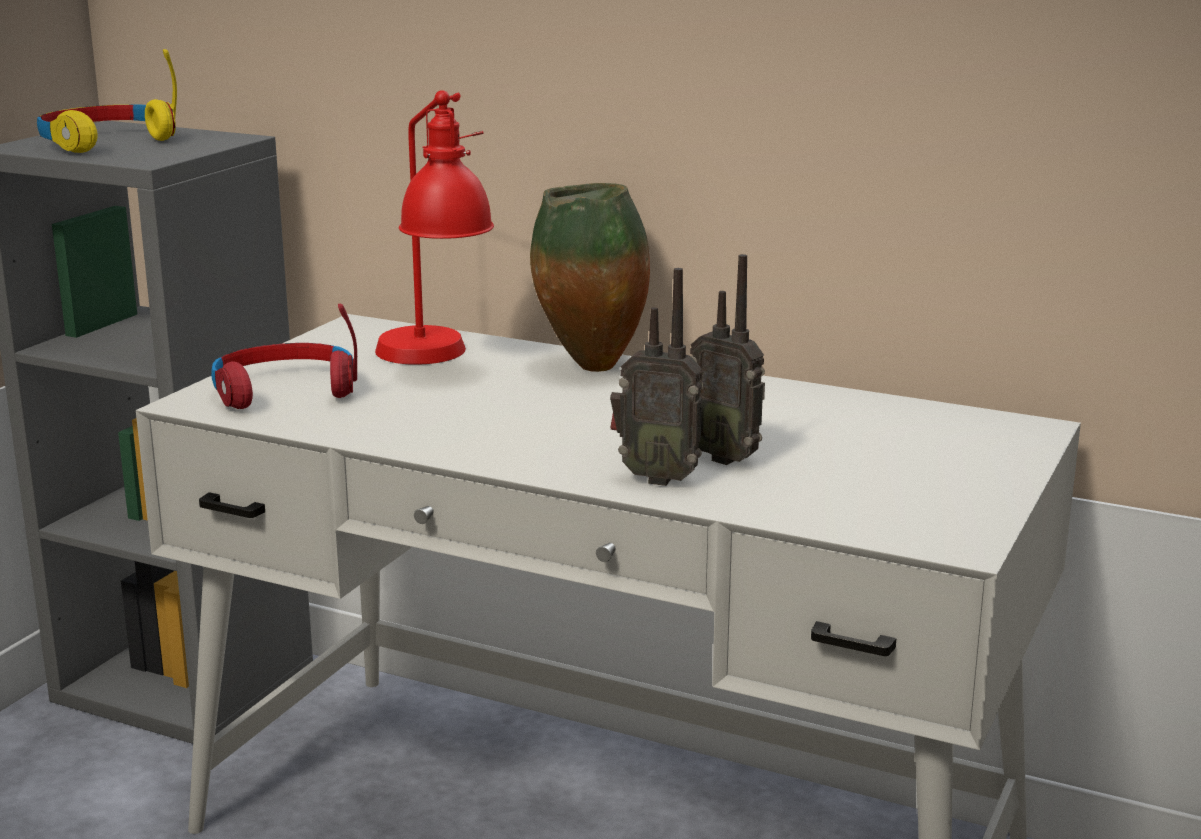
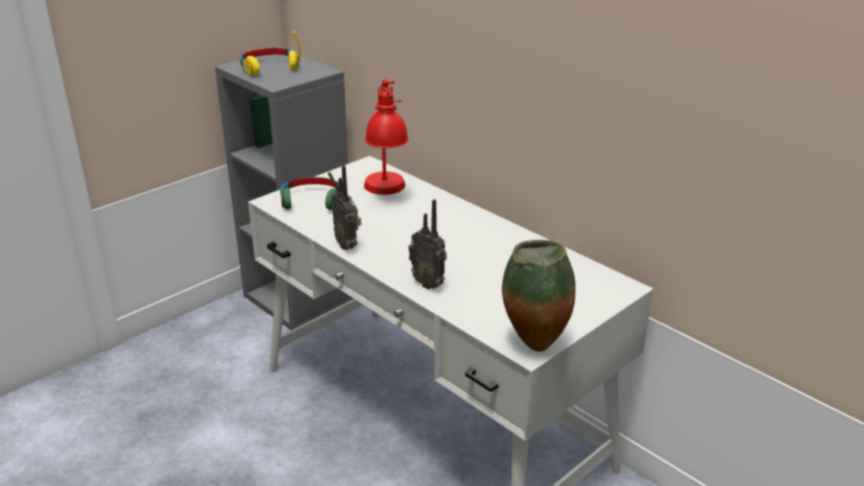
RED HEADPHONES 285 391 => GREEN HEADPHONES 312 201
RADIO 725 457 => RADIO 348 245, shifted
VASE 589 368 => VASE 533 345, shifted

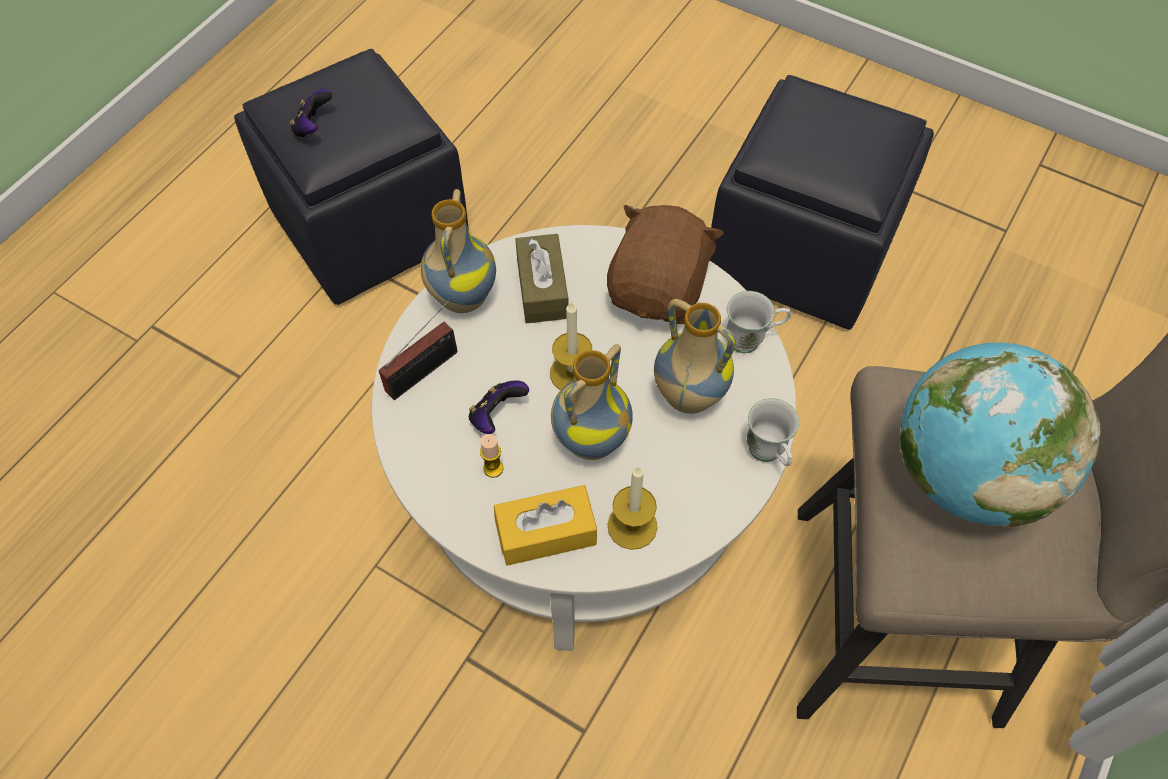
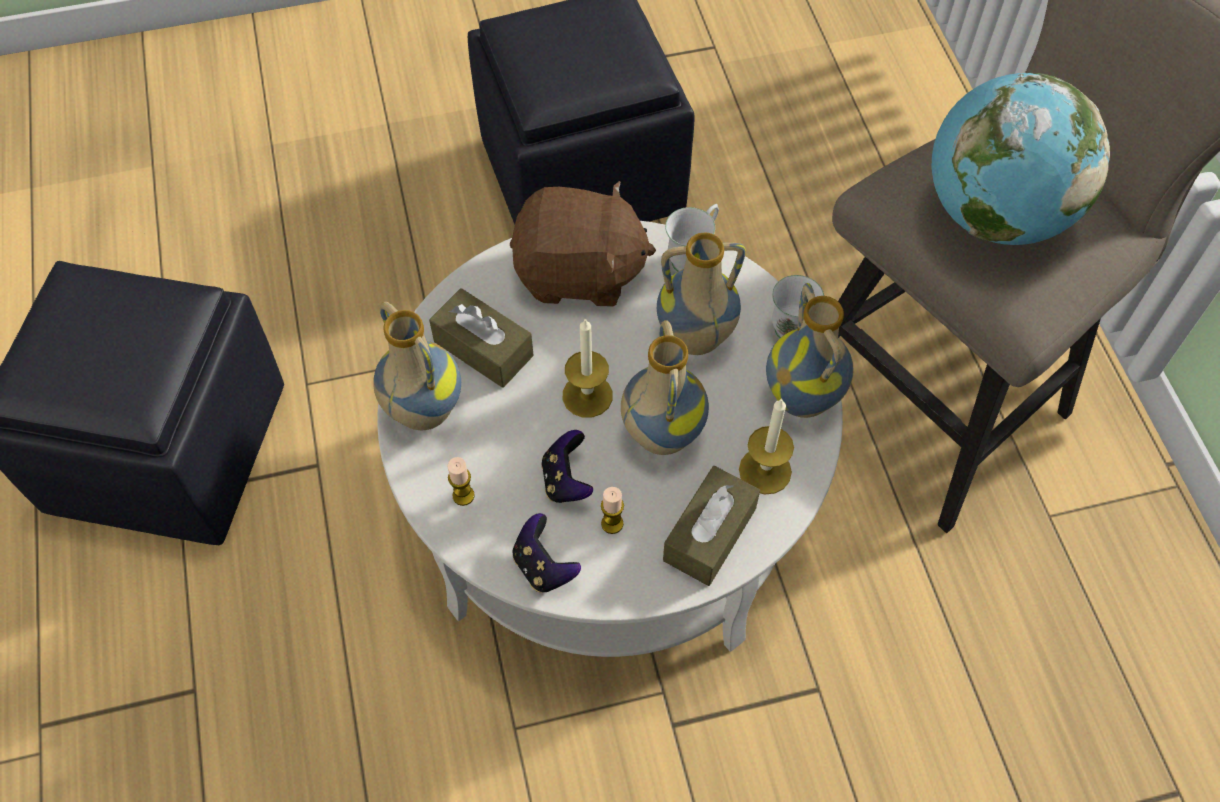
RADIO 426 370 => CANDLE 463 495
BROWN PLUSH TOY 659 290 => BROWN PLUSH TOY 579 273, 120 degrees clockwise
GAME CONTROLLER 313 127 => GAME CONTROLLER 544 566, shifted
YELLOW TISSUE BOX 546 533 => BROWN TISSUE BOX 709 534
nothing => VASE 804 398

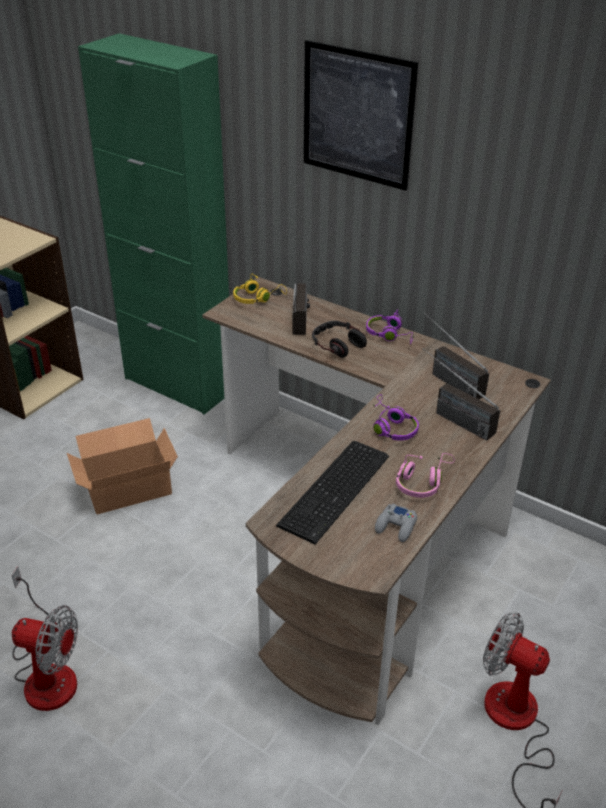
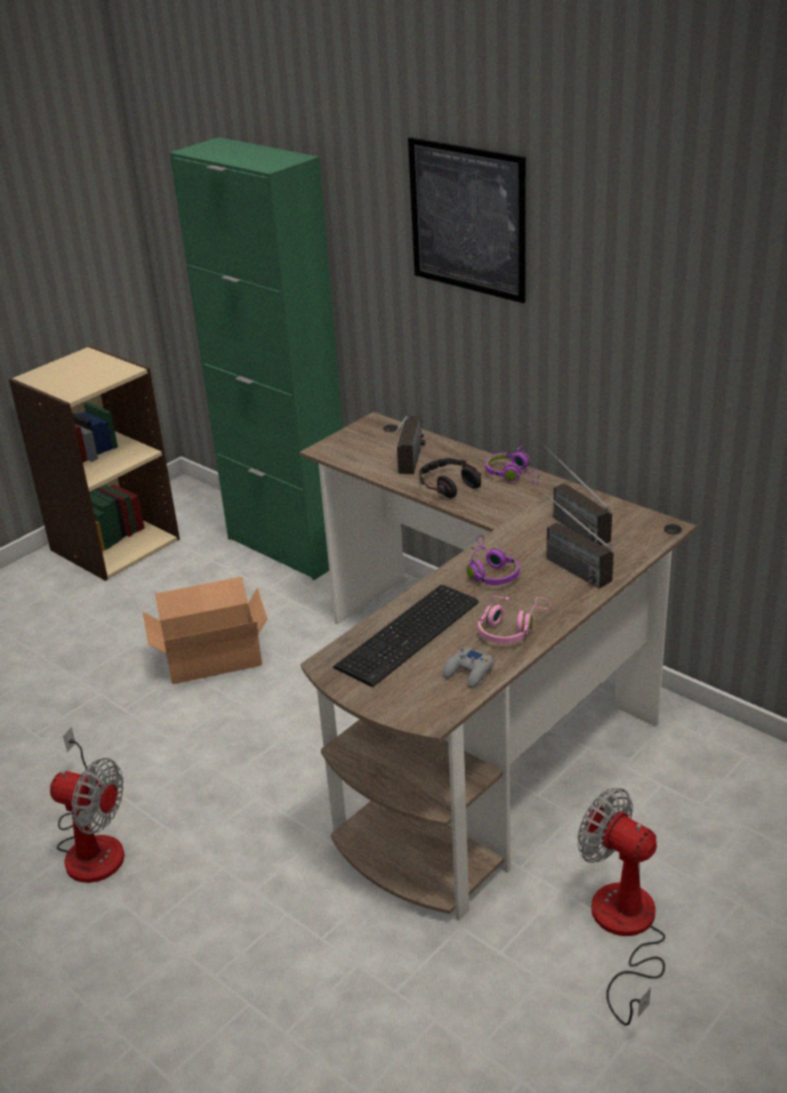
YELLOW HEADPHONES 257 298 => nothing

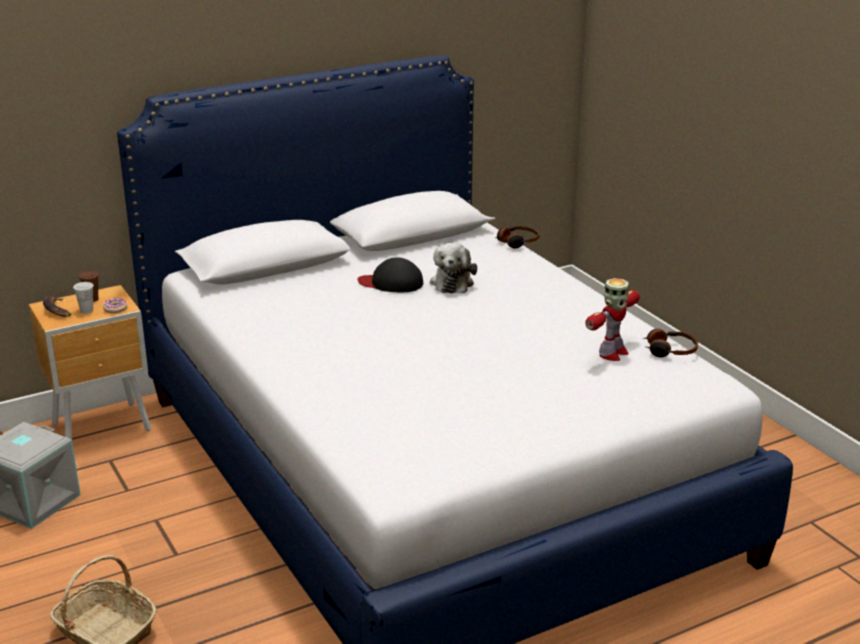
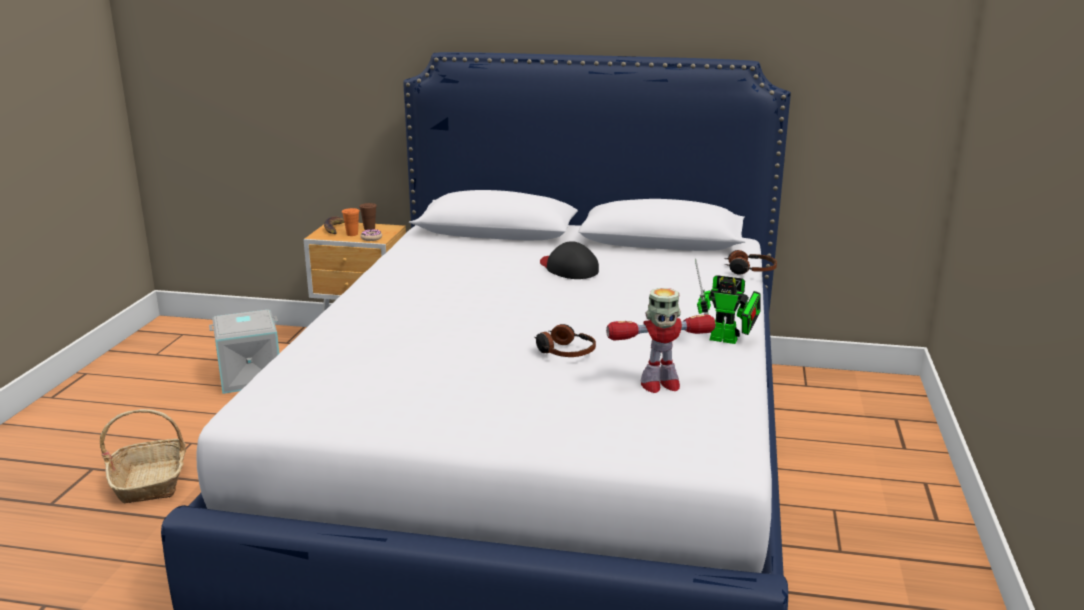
WHITE CUP 86 310 => ORANGE CUP 352 234
HEADPHONES 669 350 => HEADPHONES 564 351, shifted
nothing => TOY ROBOT 728 340
PLUSH TOY 452 282 => nothing

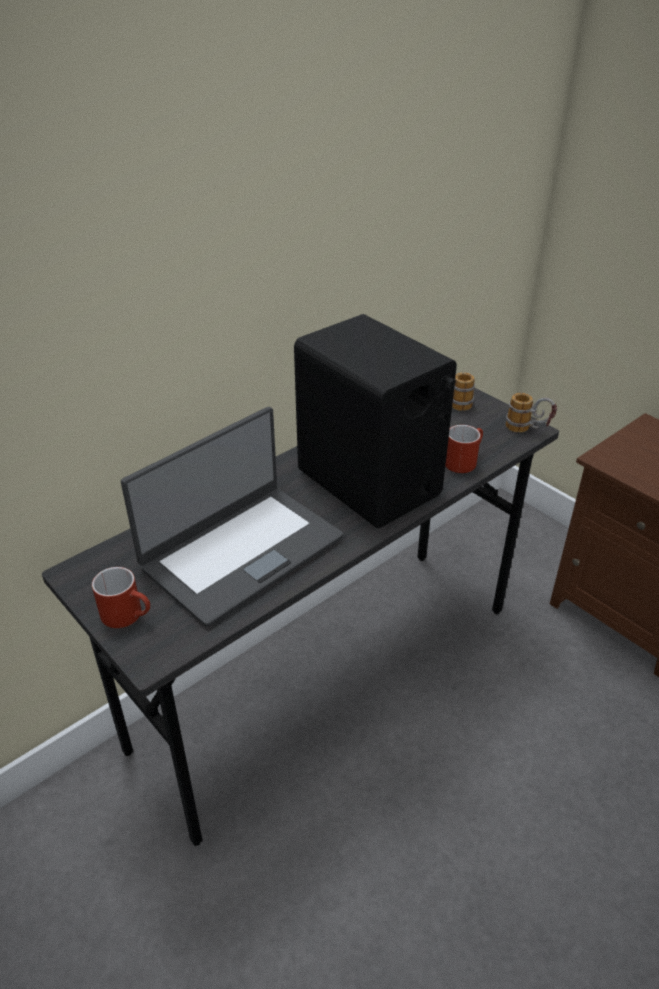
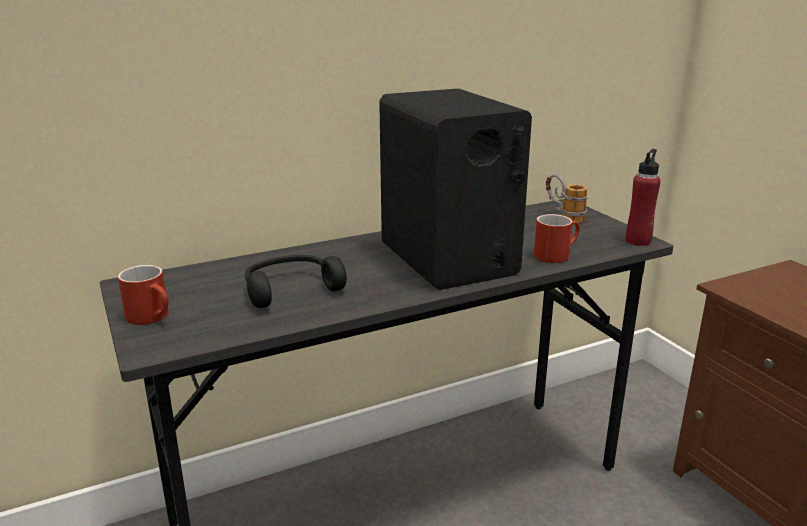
LAPTOP 241 551 => BLACK HEADPHONES 290 289
MUG 528 429 => RED BOTTLE 638 241

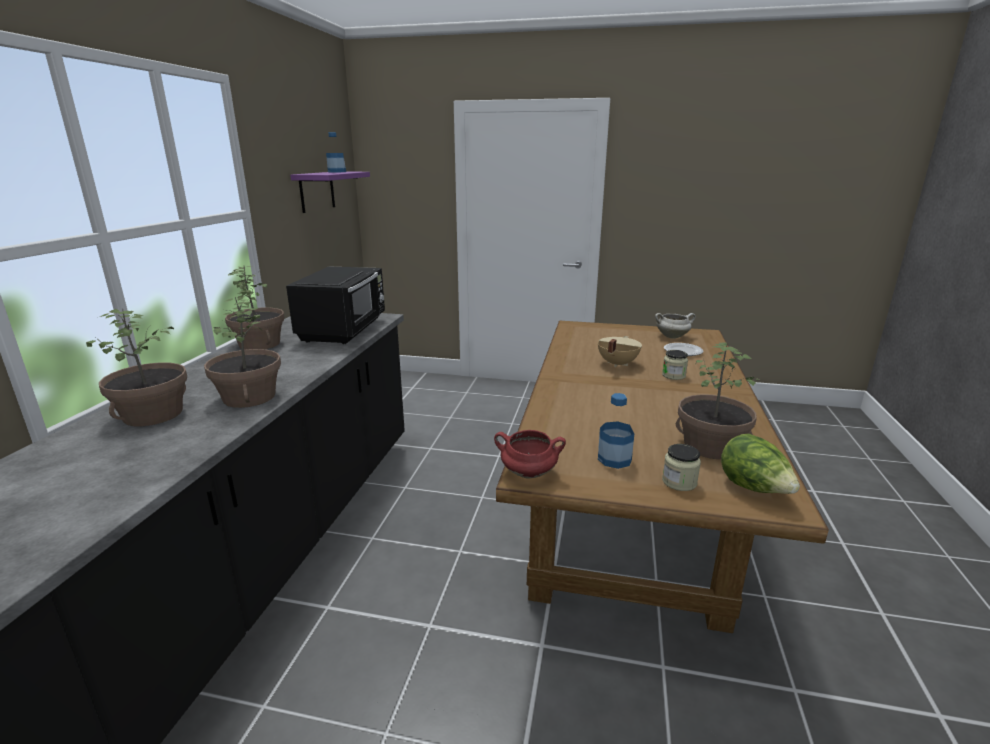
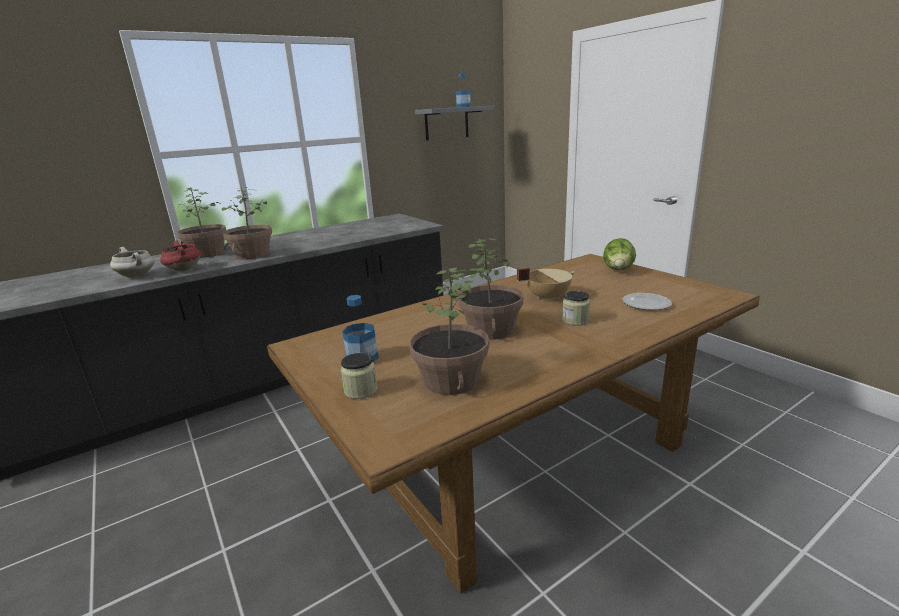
WHITE COOKING POT 672 337 => WHITE COOKING POT 137 276, shifted
RED COOKING POT 528 473 => RED COOKING POT 183 270, shifted
PURPLE SHELF 317 191 => GREY SHELF 446 123
POTTED PLANT 260 344 => POTTED PLANT 492 329, shifted
LETTUCE 754 489 => LETTUCE 618 271, shifted
BLACK MICROWAVE 344 330 => nothing

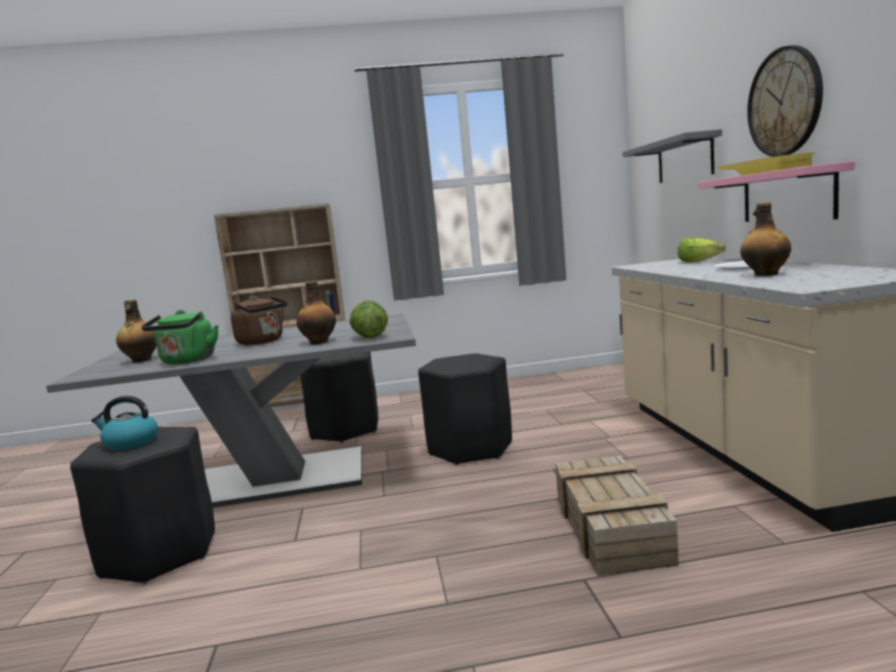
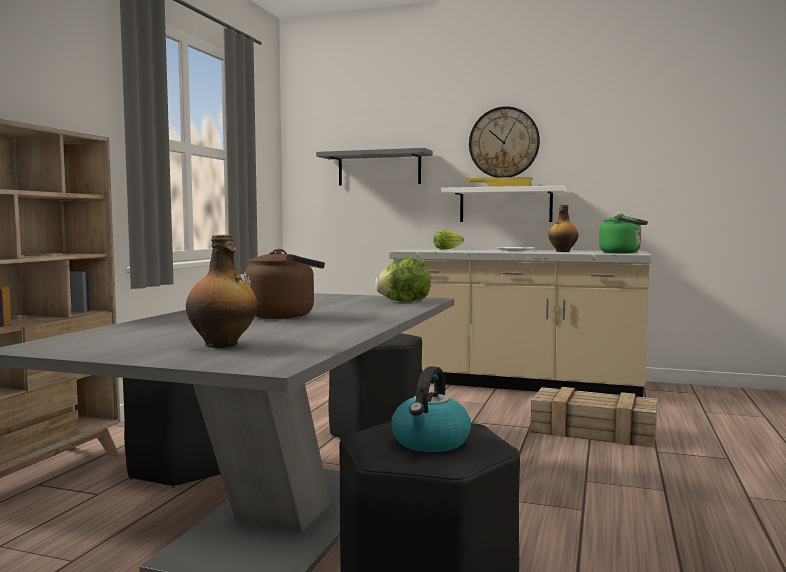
PINK SHELF 787 195 => WHITE SHELF 505 205
GREEN KETTLE 187 361 => GREEN KETTLE 622 252, shifted
BOTTLE 320 342 => nothing

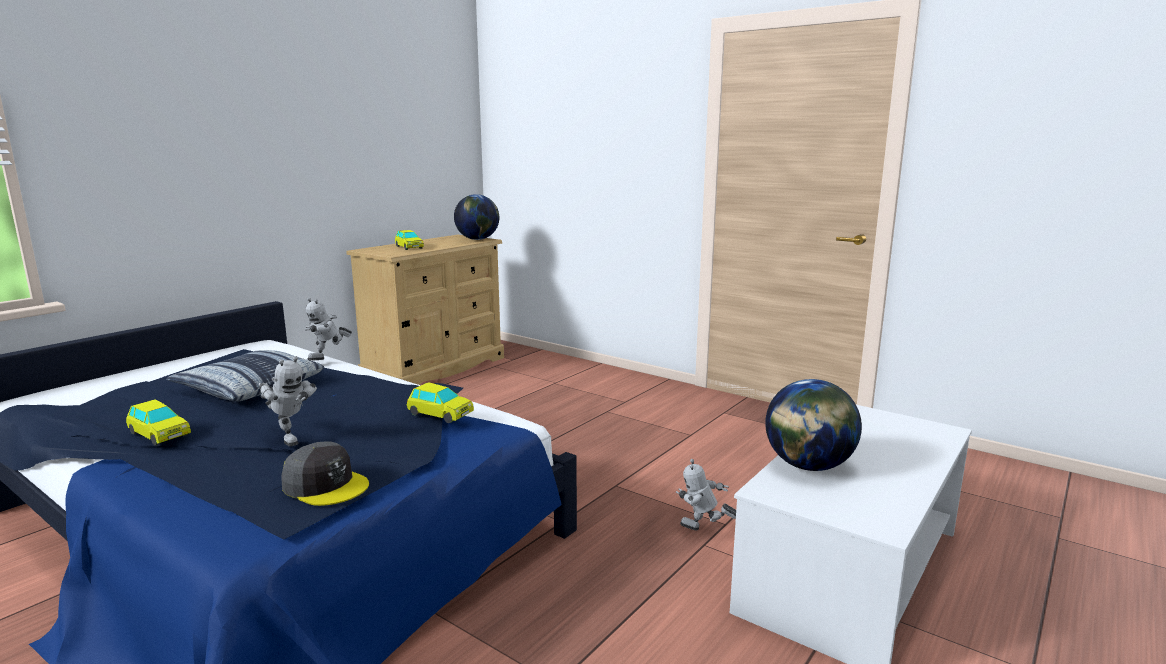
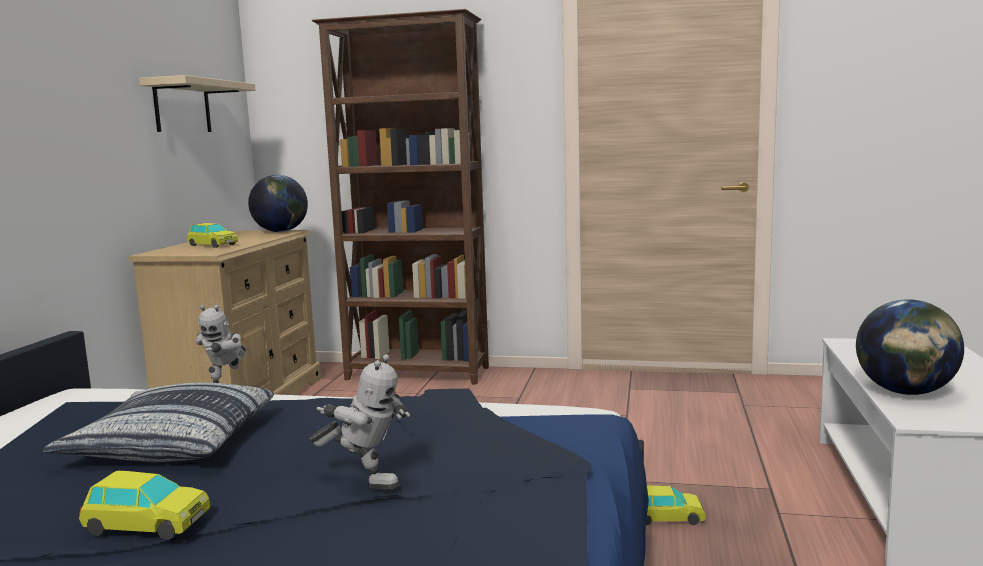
nothing => BEIGE SHELF 182 107
nothing => BROWN BOOKCASE 418 374
TOY CAR 440 414 => TOY CAR 668 517, shifted
GREY CAP 326 485 => nothing
TOY ROBOT 703 532 => nothing

